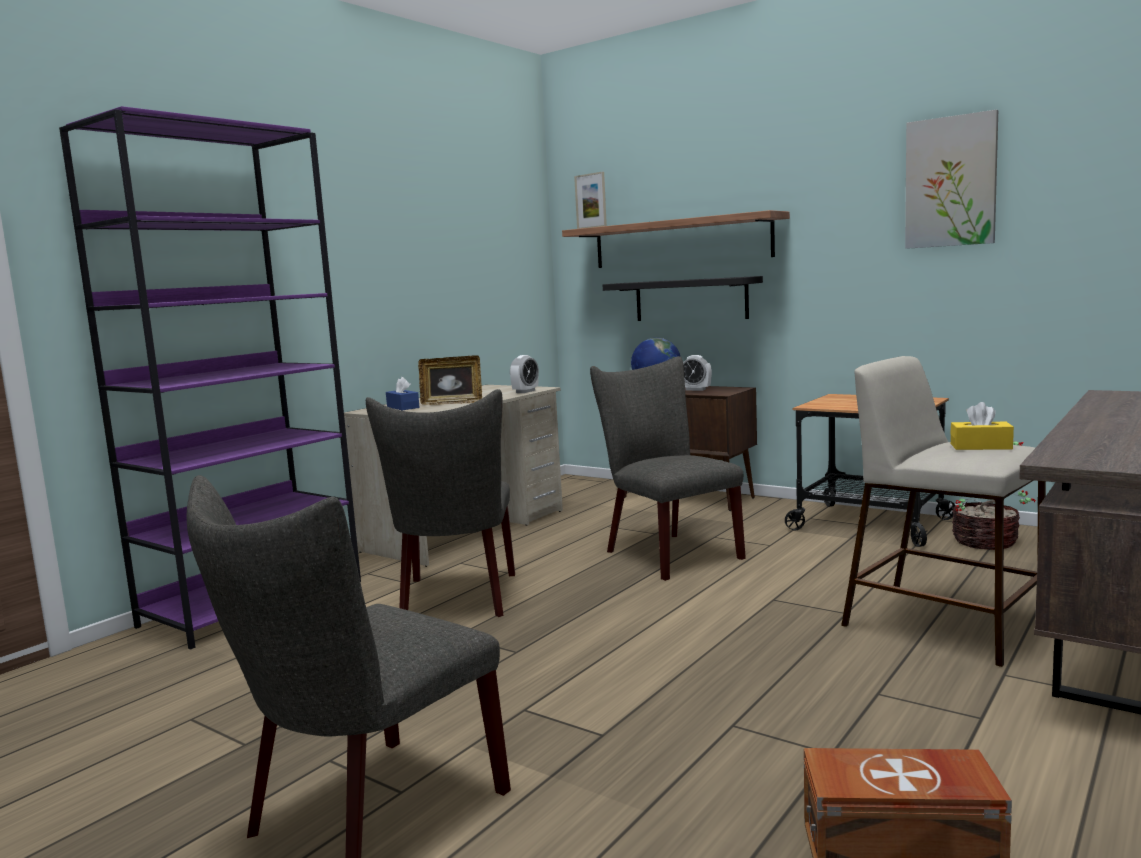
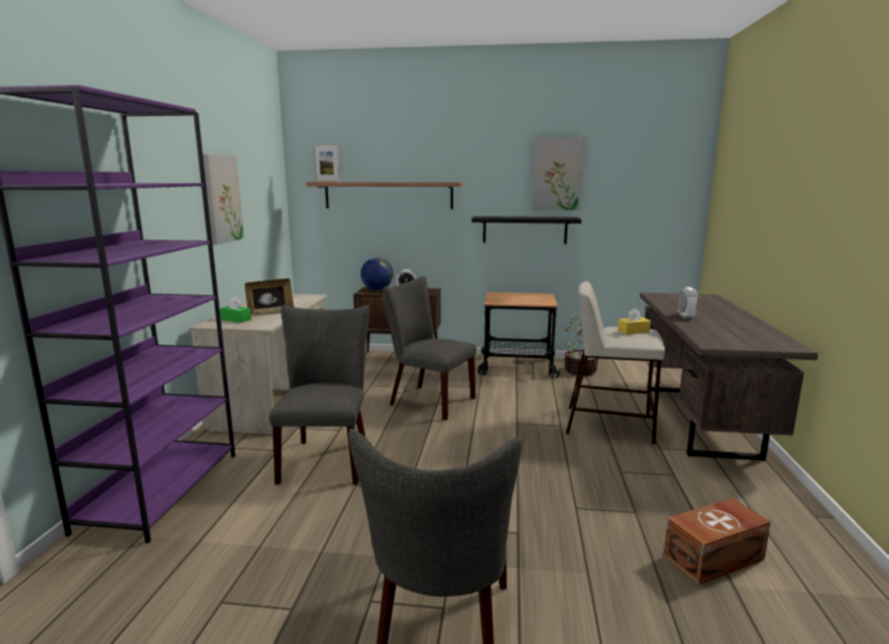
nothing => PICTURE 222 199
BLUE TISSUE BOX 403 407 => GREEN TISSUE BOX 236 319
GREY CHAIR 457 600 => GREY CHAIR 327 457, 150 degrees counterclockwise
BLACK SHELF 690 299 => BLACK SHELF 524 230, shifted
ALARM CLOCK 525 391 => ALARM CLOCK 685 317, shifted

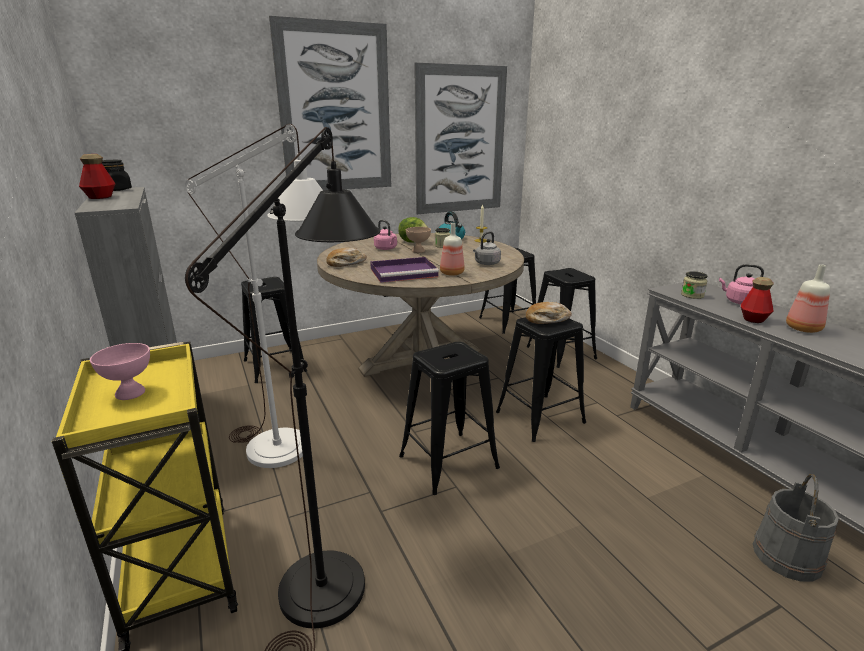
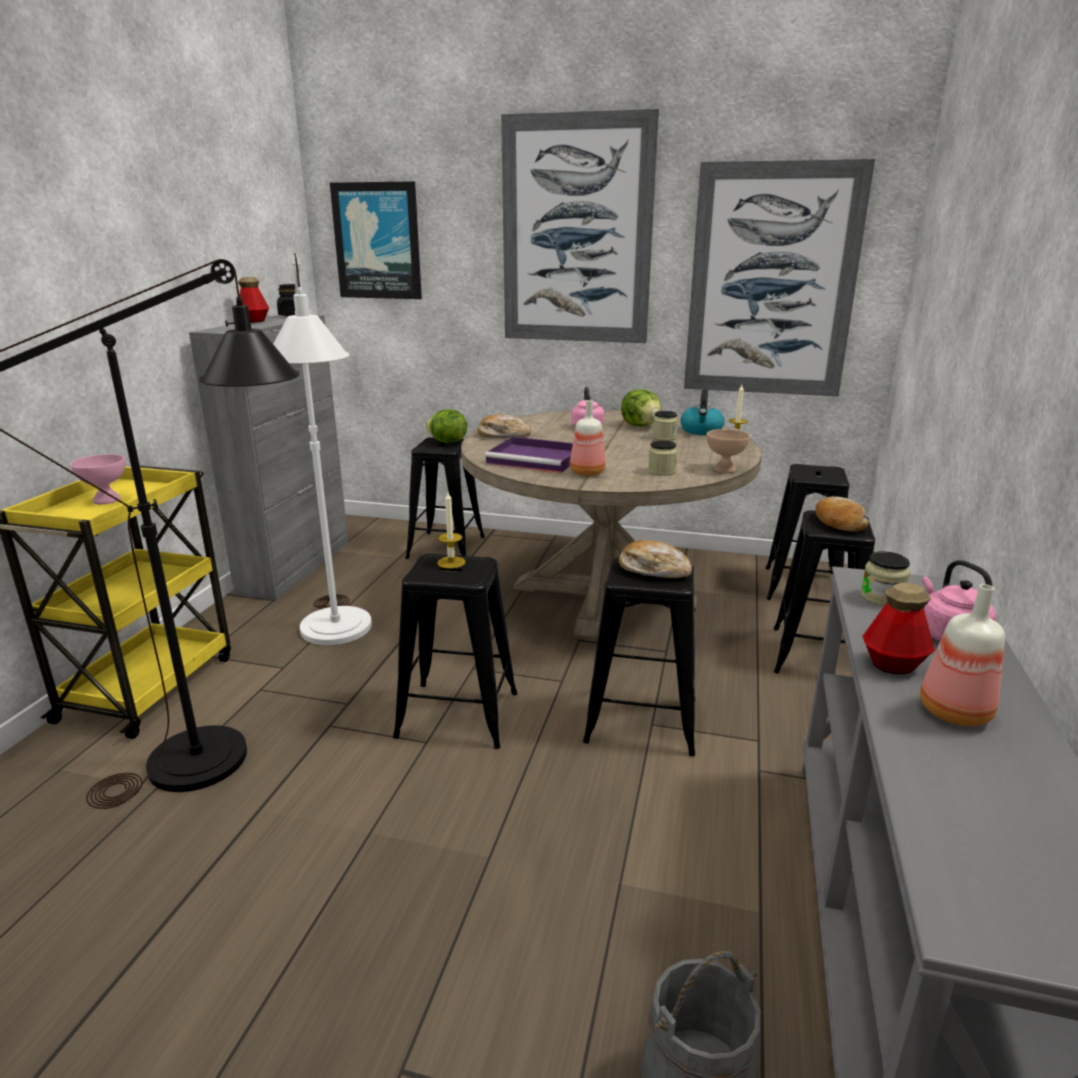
nothing => PICTURE 377 241
nothing => LETTUCE 447 442
nothing => CANDLE 451 562
GREY KETTLE 486 263 => JAR 661 471
BEIGE BOWL 418 251 => BEIGE BOWL 724 469, shifted
nothing => BREAD 838 523

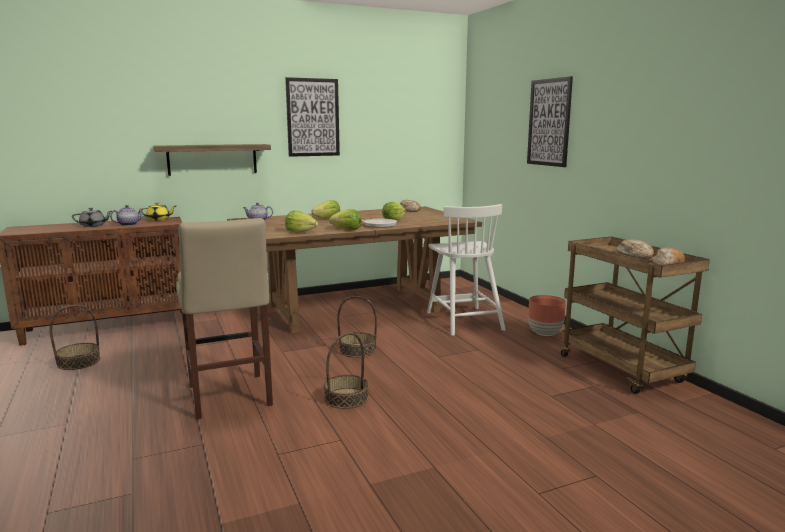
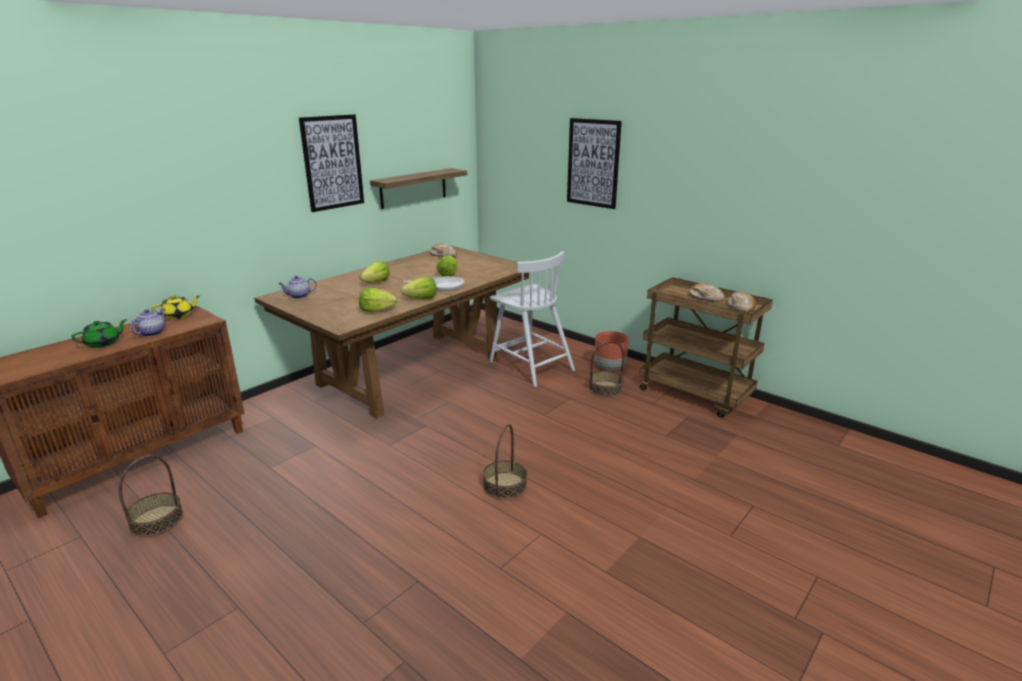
GREY TEAPOT 93 226 => GREEN TEAPOT 103 343
SHELF 212 159 => SHELF 413 188, shifted
BASKET 357 350 => BASKET 605 389, shifted
BEIGE STOOL 230 397 => nothing

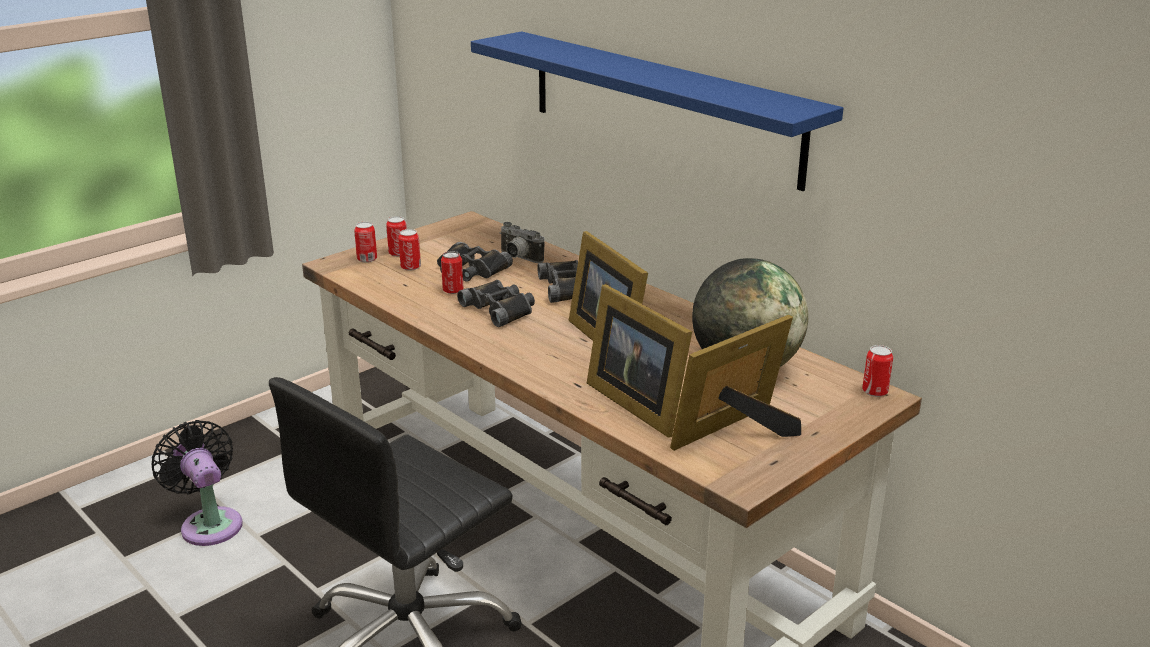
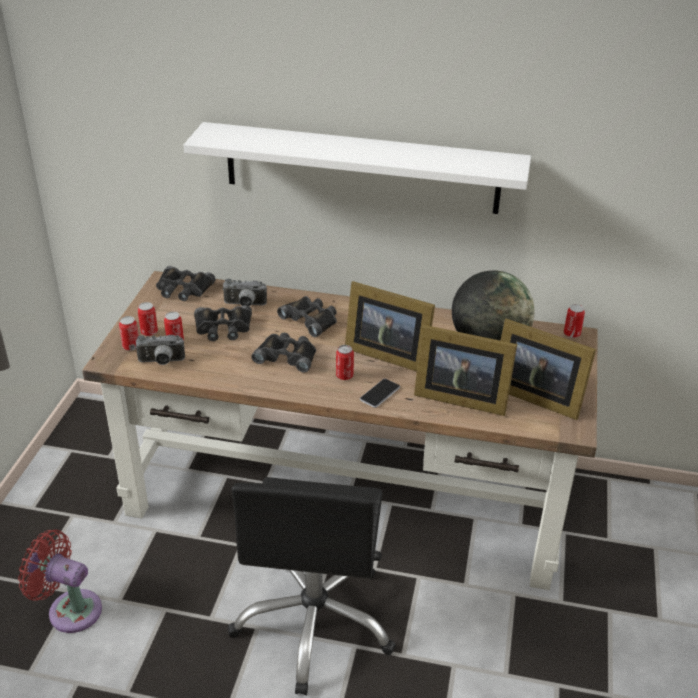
BLACK FAN 209 523 => RED FAN 70 609
nothing => PHOTO CAMERA 161 362
nothing => BLACK BINOCULARS 183 289
BLUE SHELF 660 106 => WHITE SHELF 361 168
CAN 453 291 => CAN 344 376, shifted
nothing => PHONE 380 394
PICTURE FRAME 737 432 => PICTURE FRAME 535 395, 75 degrees counterclockwise

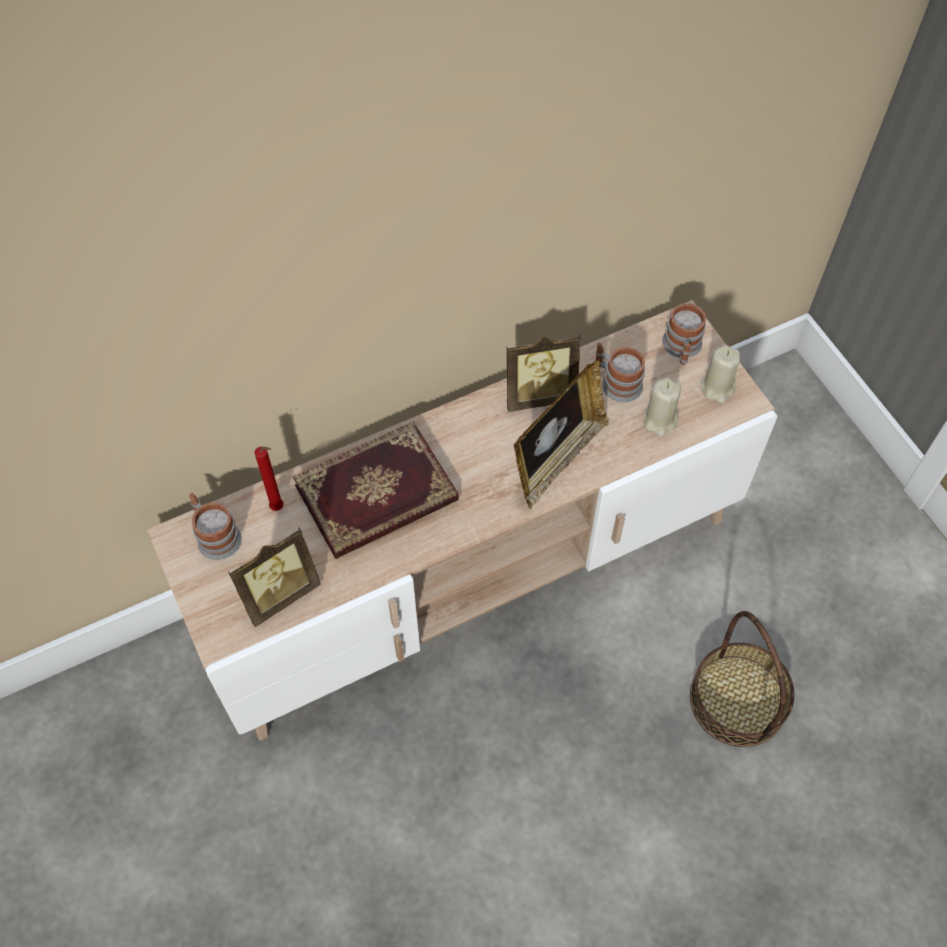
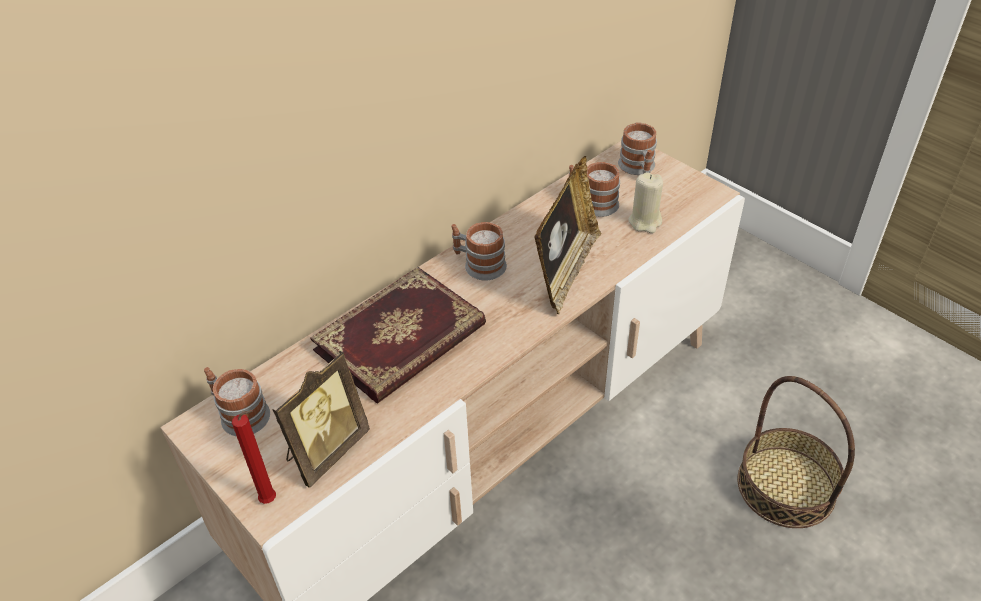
RED CANDLE 279 508 => RED CANDLE 271 500, shifted
nothing => MUG 479 265
PICTURE FRAME 538 394 => nothing
BEIGE CANDLE 717 387 => nothing

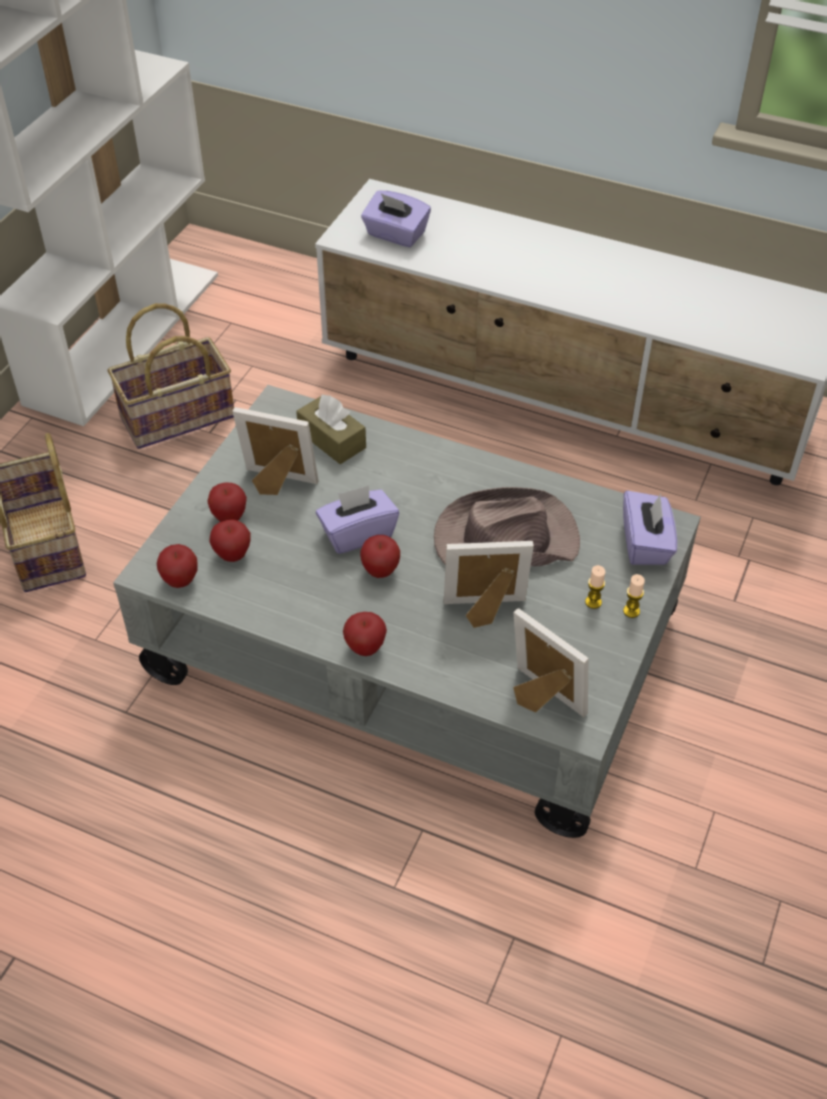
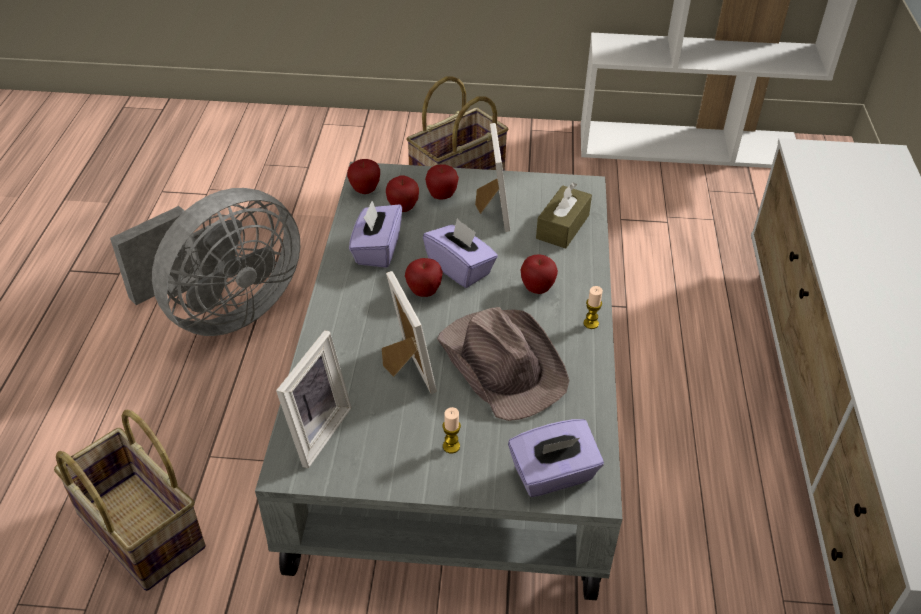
BASKET 177 418 => BASKET 138 531, shifted
nothing => GREY FAN 224 312
PURPLE TISSUE BOX 395 235 => PURPLE TISSUE BOX 377 250, shifted
APPLE 365 648 => APPLE 537 289, shifted
CANDLE 631 611 => CANDLE 591 323, shifted

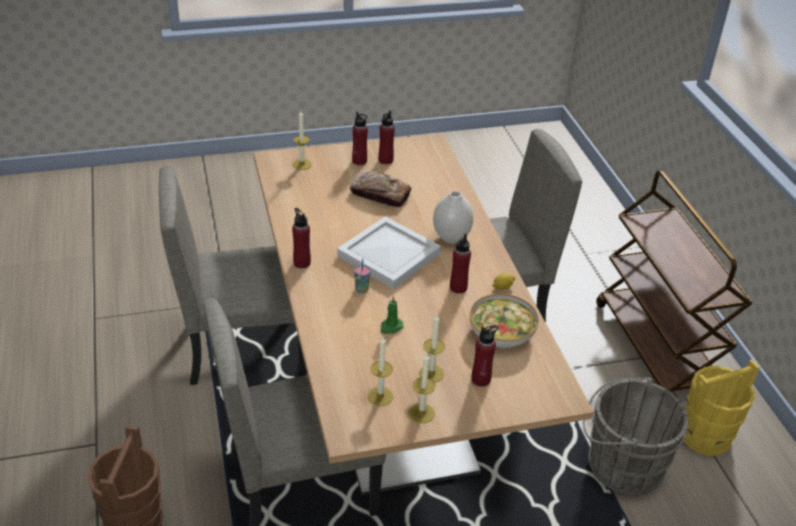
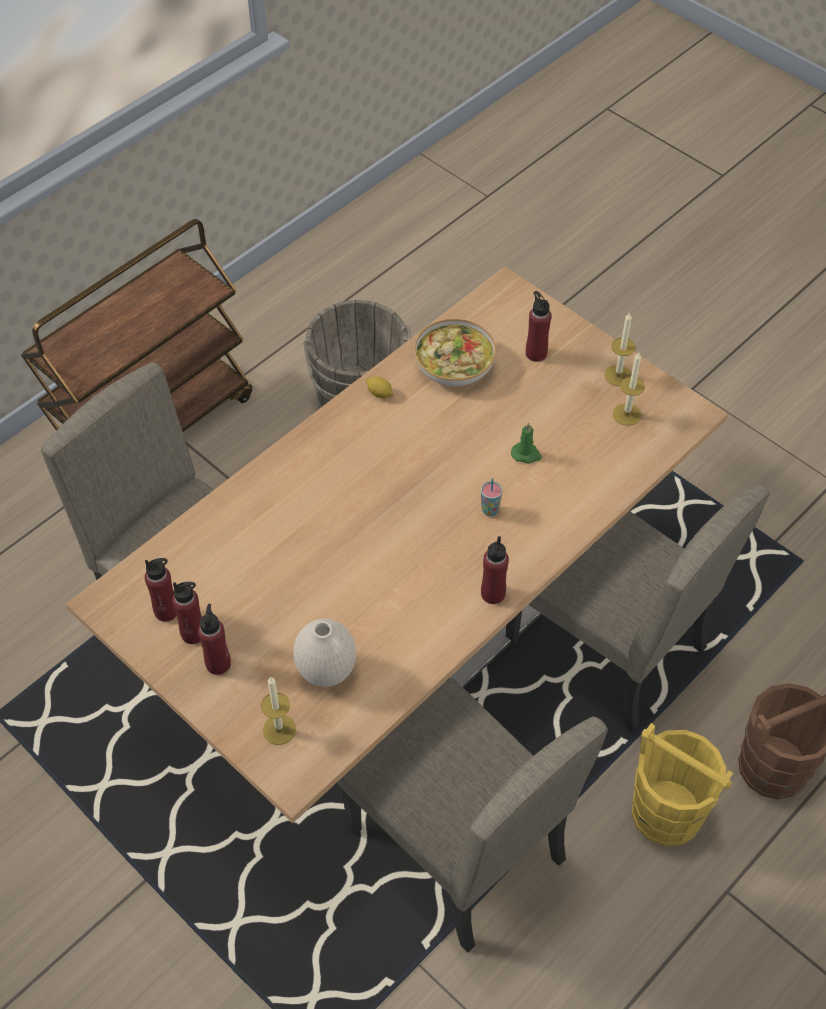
RED BOTTLE 458 287 => RED BOTTLE 166 611, shifted
WHITE VASE 451 238 => WHITE VASE 327 672, shifted
YELLOW BUCKET 705 436 => YELLOW BUCKET 667 813, shifted
WHITE TRAY 388 254 => nothing
BREAD 380 194 => nothing
CANDLE 431 373 => nothing

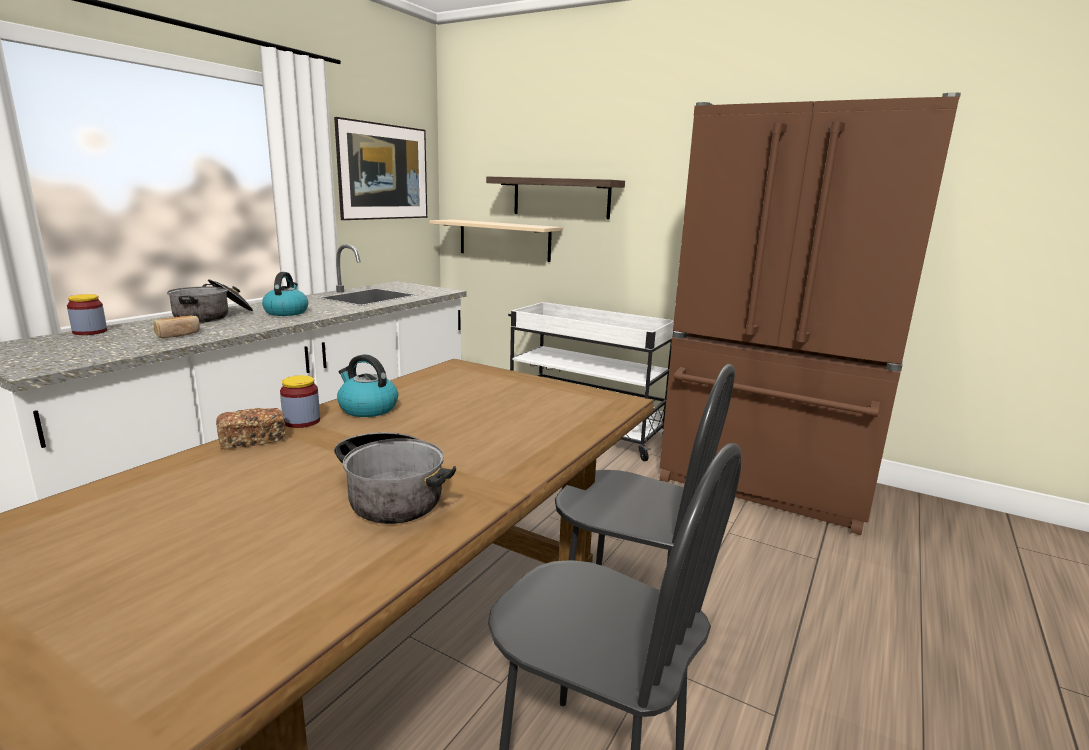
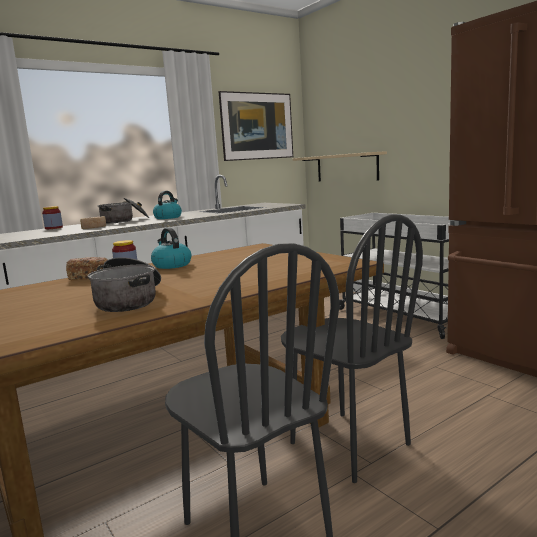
SHELF 561 197 => nothing

